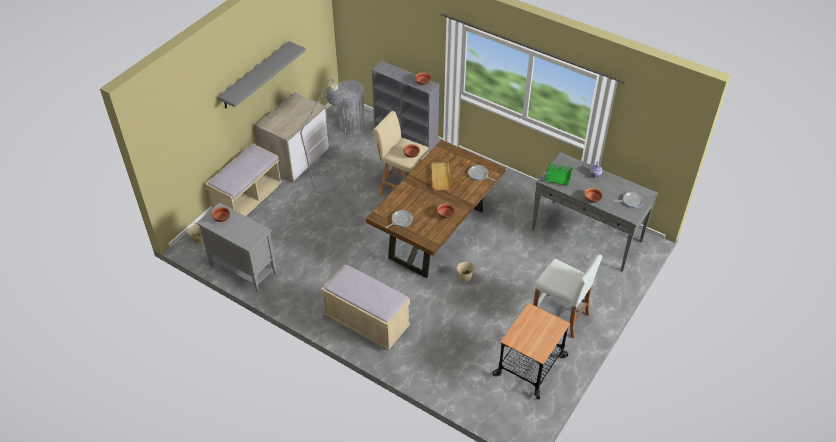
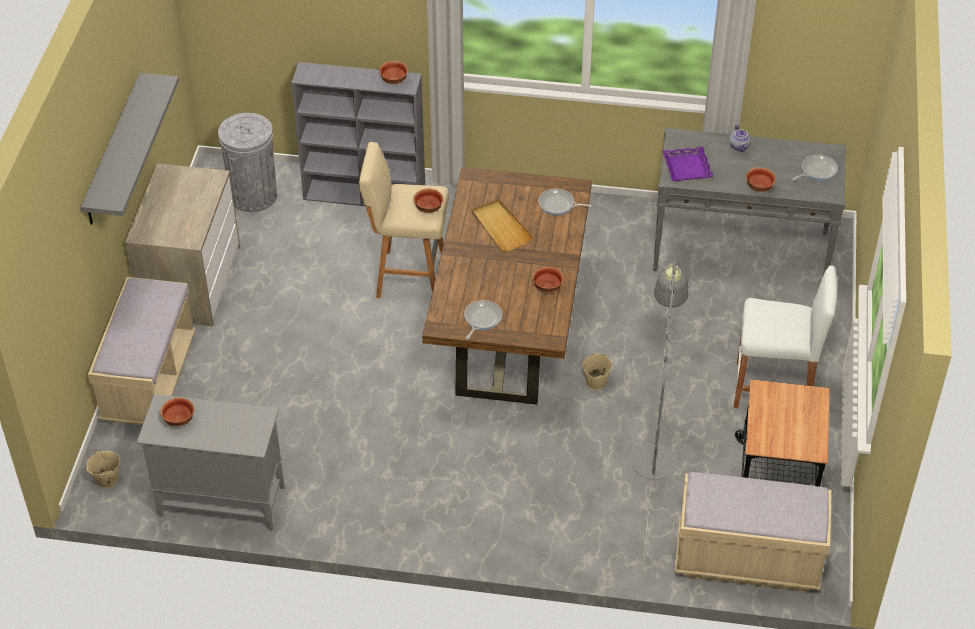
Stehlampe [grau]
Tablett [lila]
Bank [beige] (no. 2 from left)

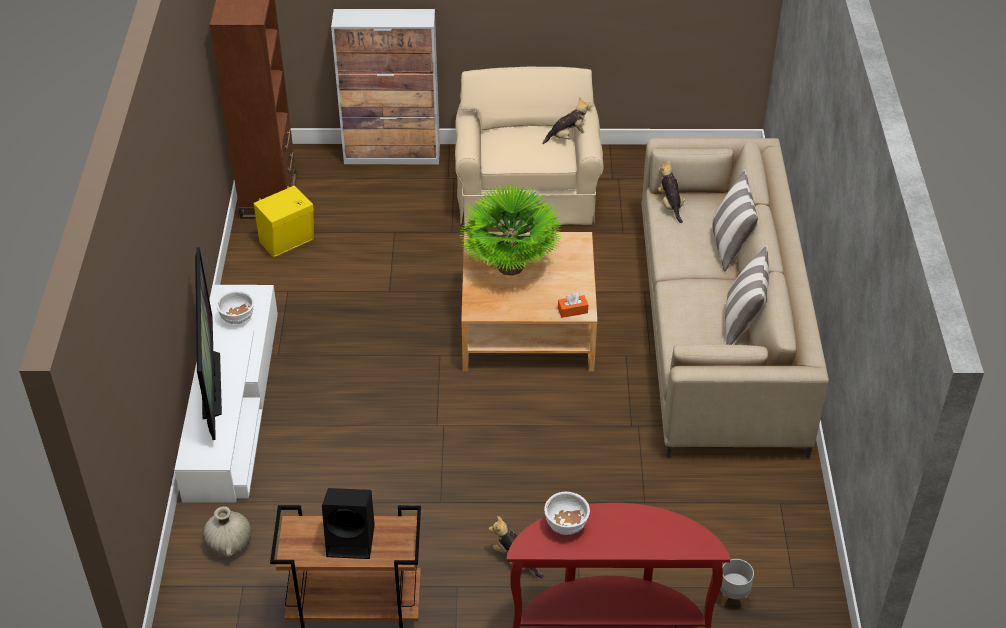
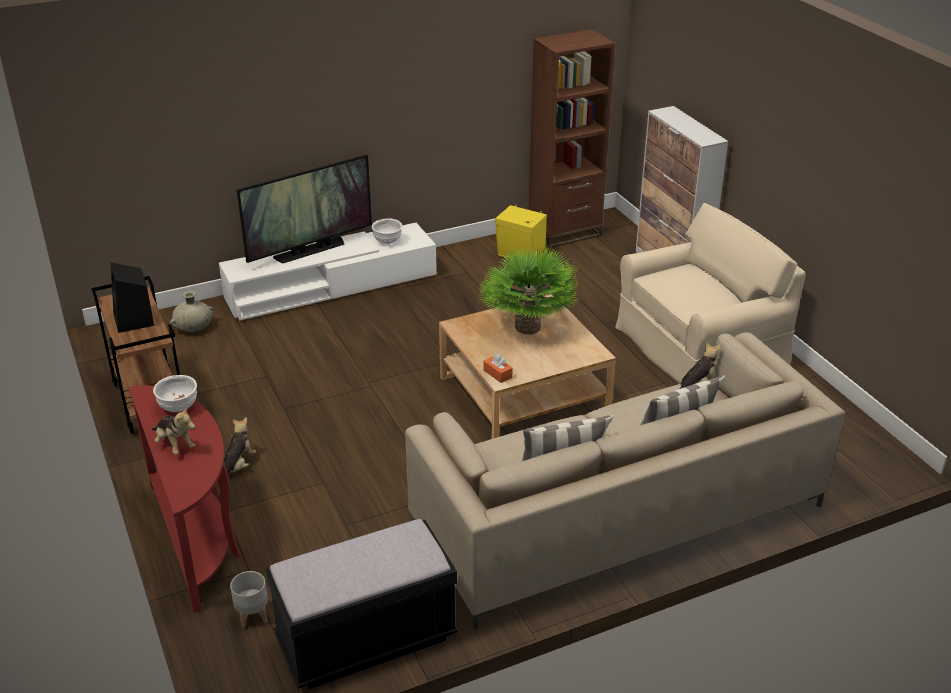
Plüschtier (no. 1 from left)
Bank [schwarz]

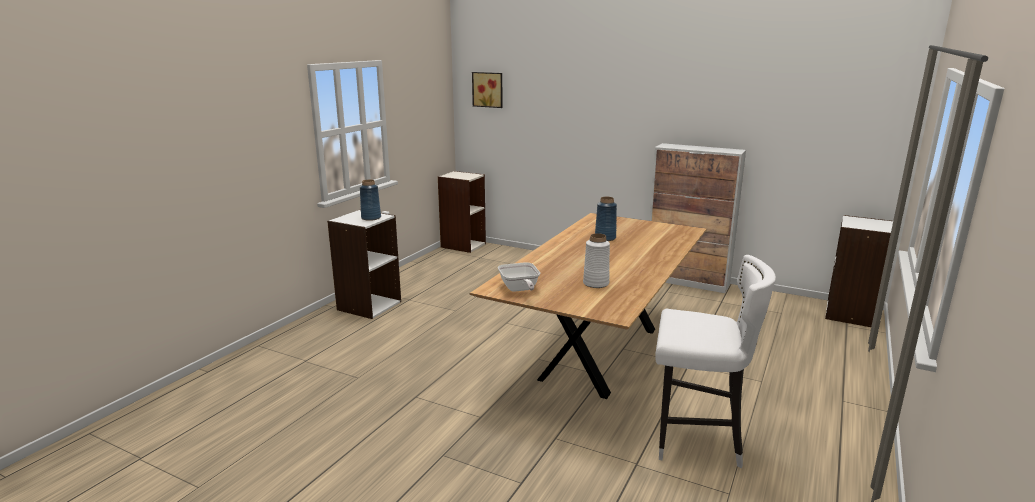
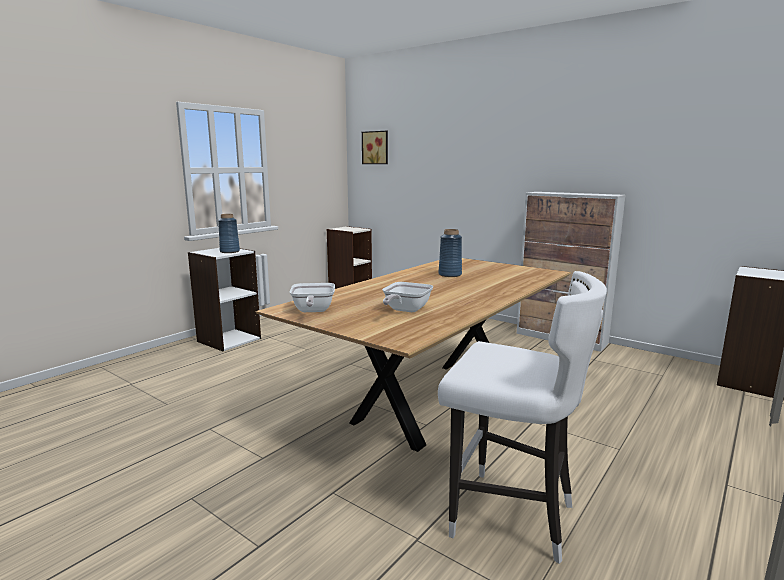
Pfanne (no. 2 from left)

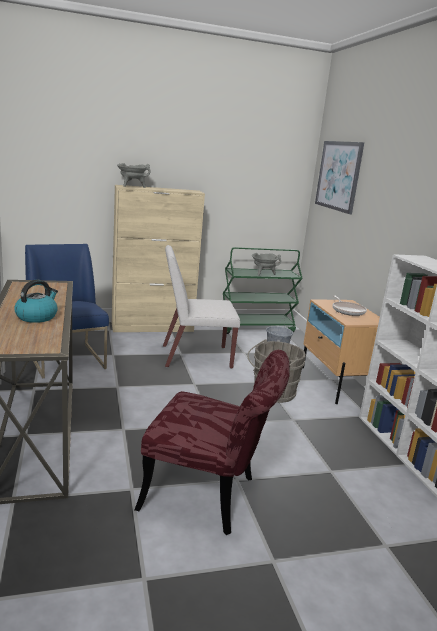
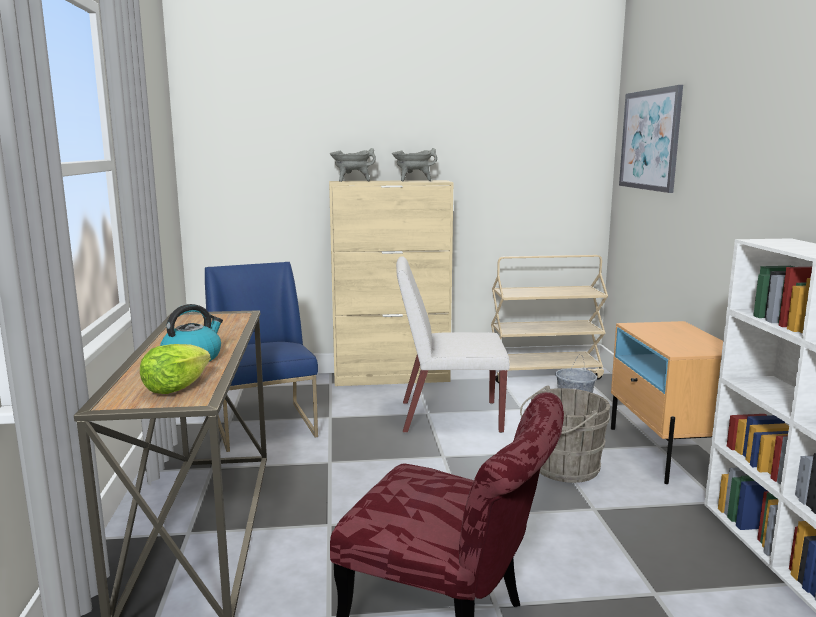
Salatkopf
Kochtopf [grau] (no. 2 from left)
Rollwagen [beige]
Pfanne

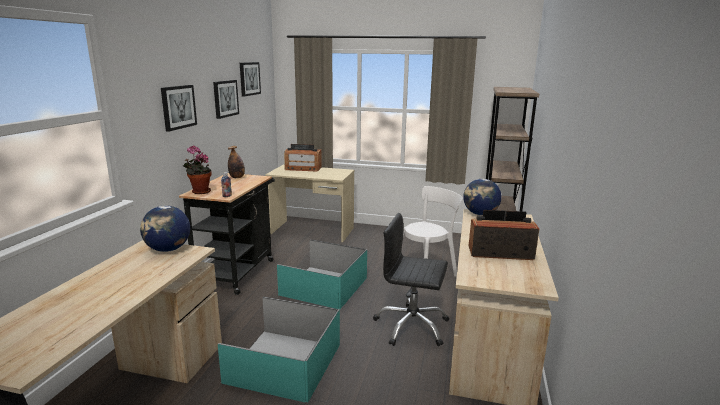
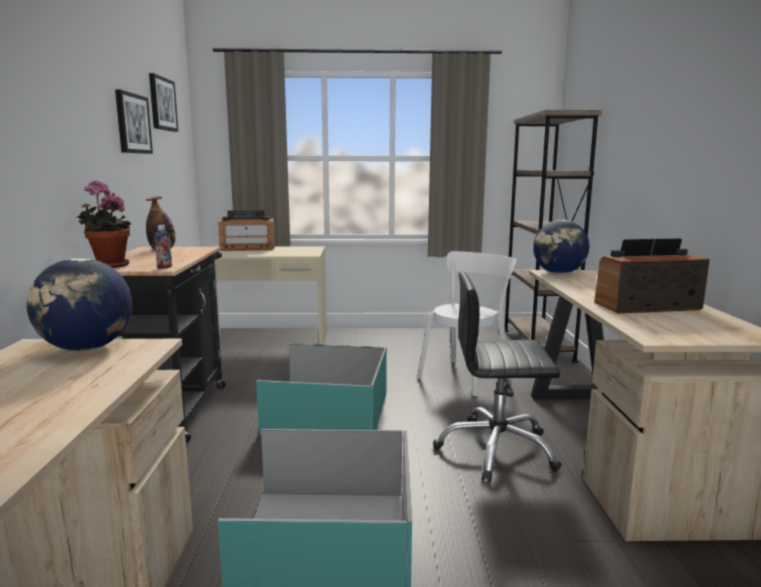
Bild (no. 1 from left in the first image)

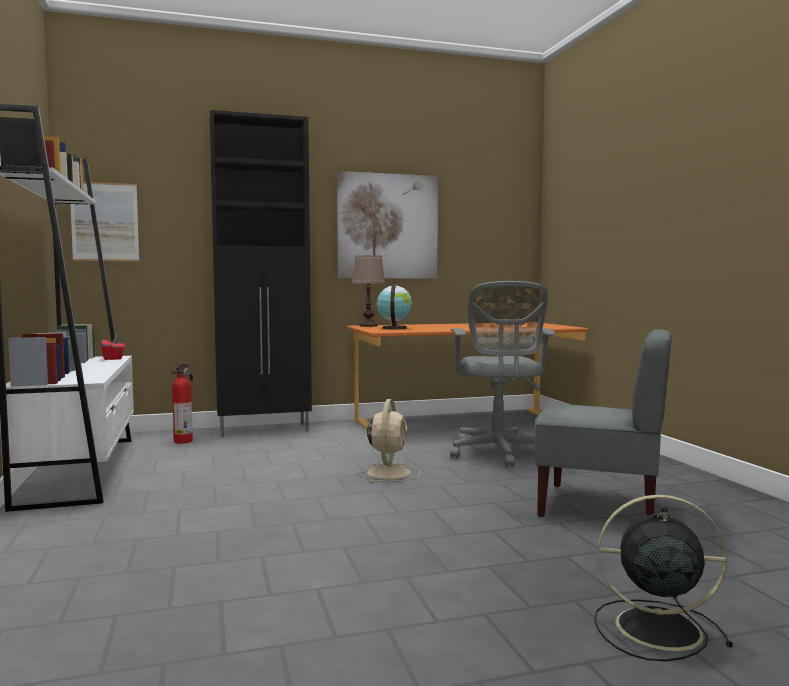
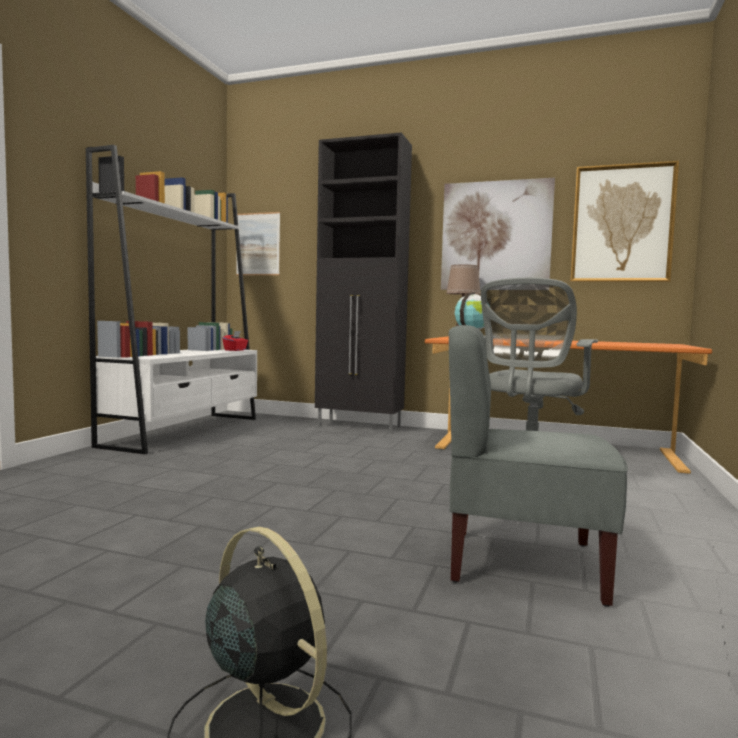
Stuhl [grau]
Bild (no. 3 from left)
Feuerlöscher
Ventilator [beige]

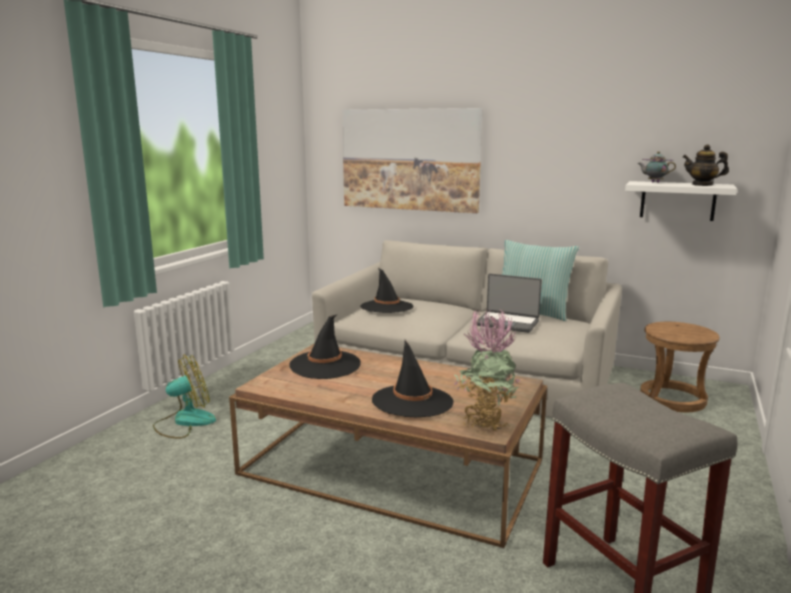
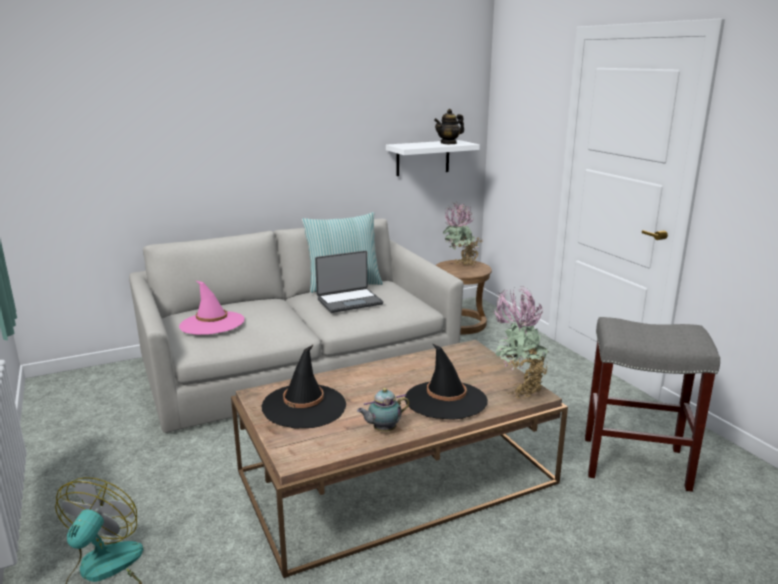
Hut [rosa]
Teekanne (no. 1 from left)
Topfpflanze (no. 1 from left)
Bild

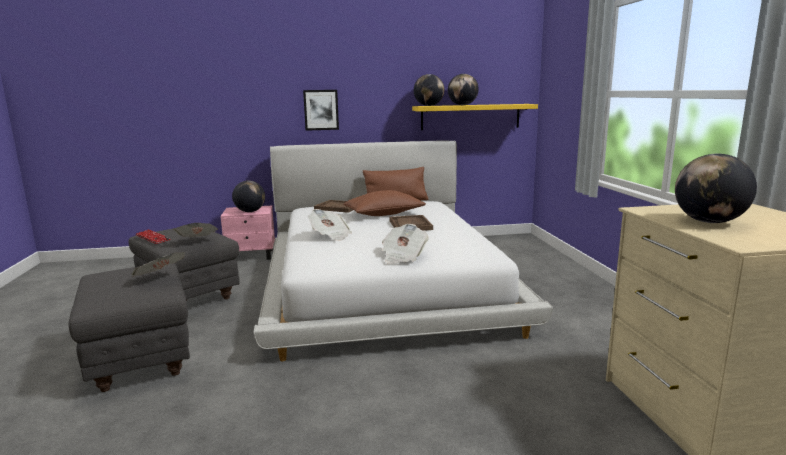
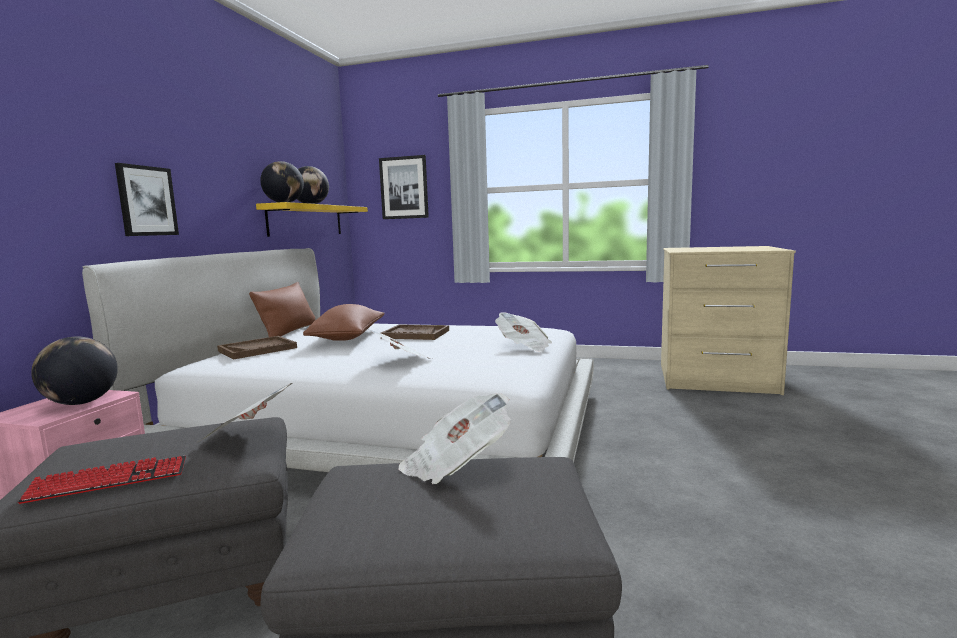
Bild (no. 2 from left)
Globus (no. 4 from left in the first image)

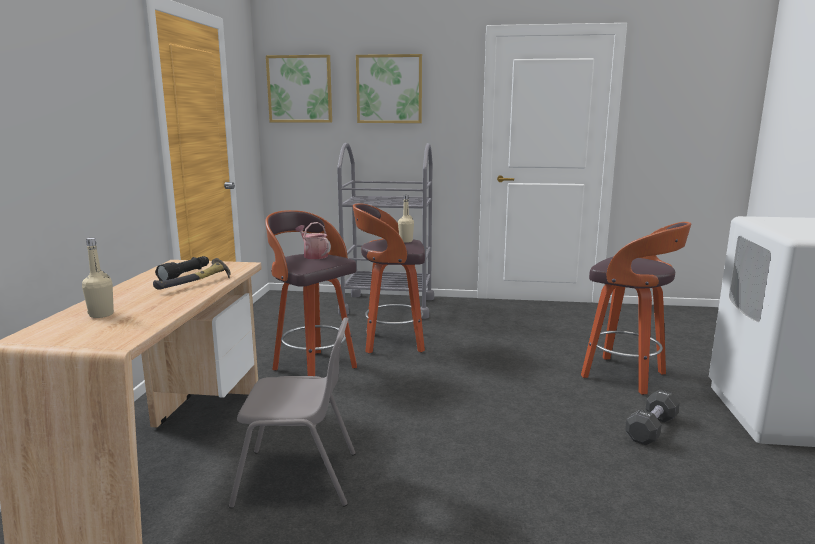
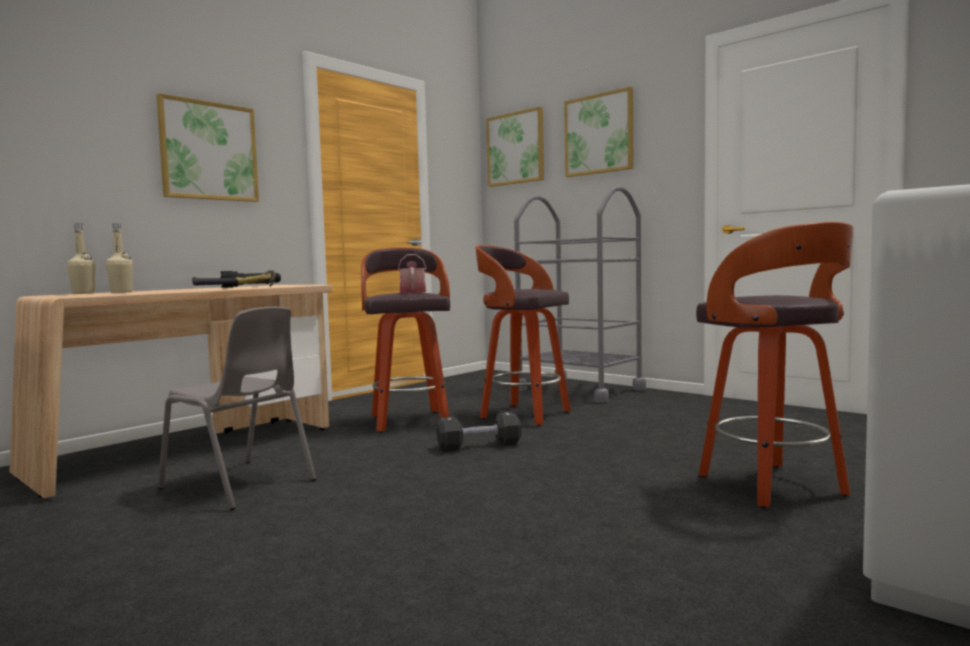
Flasche [beige] (no. 1 from left)
Bild (no. 1 from left)
Hantel [schwarz]

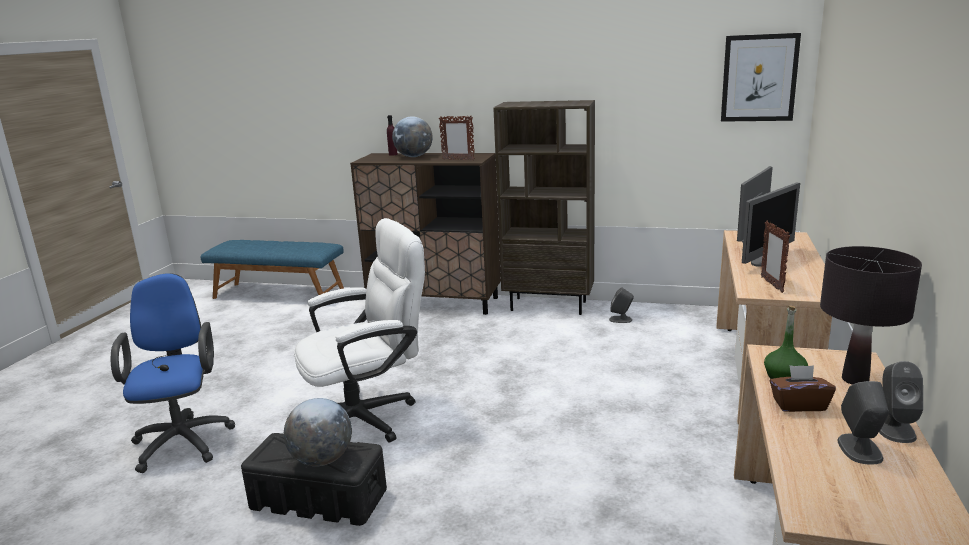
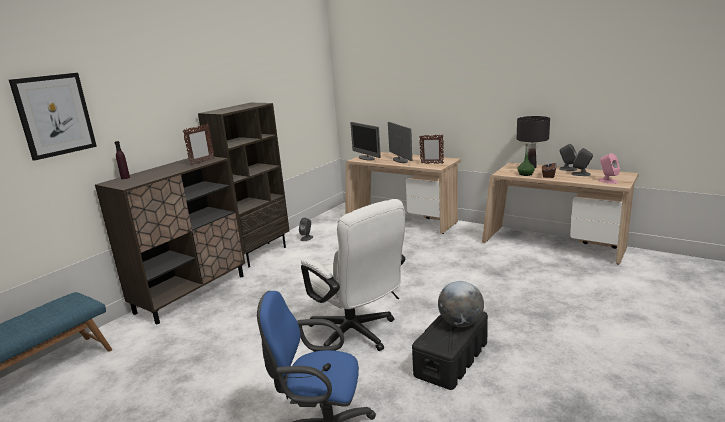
Bild
Bürostuhl [weiß]
Lautsprecher [rosa]
Globus (no. 2 from left in the first image)

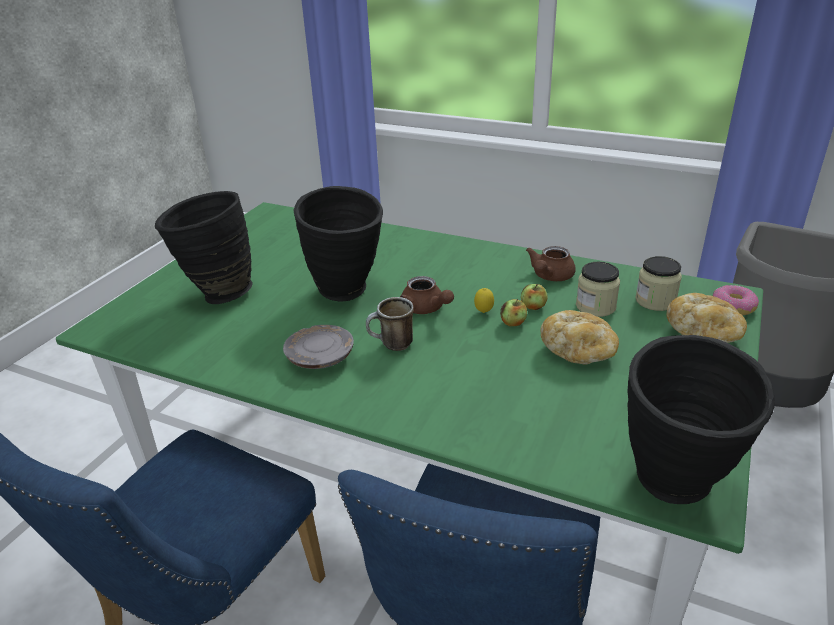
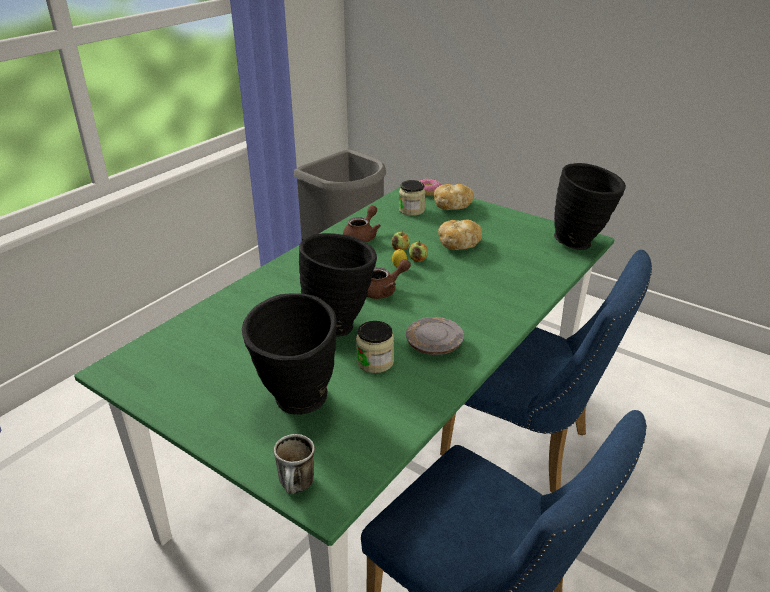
Henkelbecher
Teekanne [braun] (no. 1 from left)
Vorratsglas (no. 1 from left)

